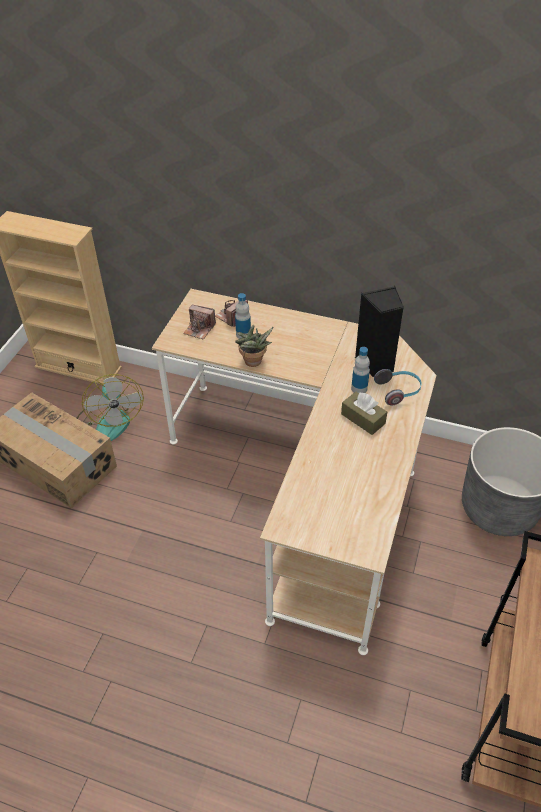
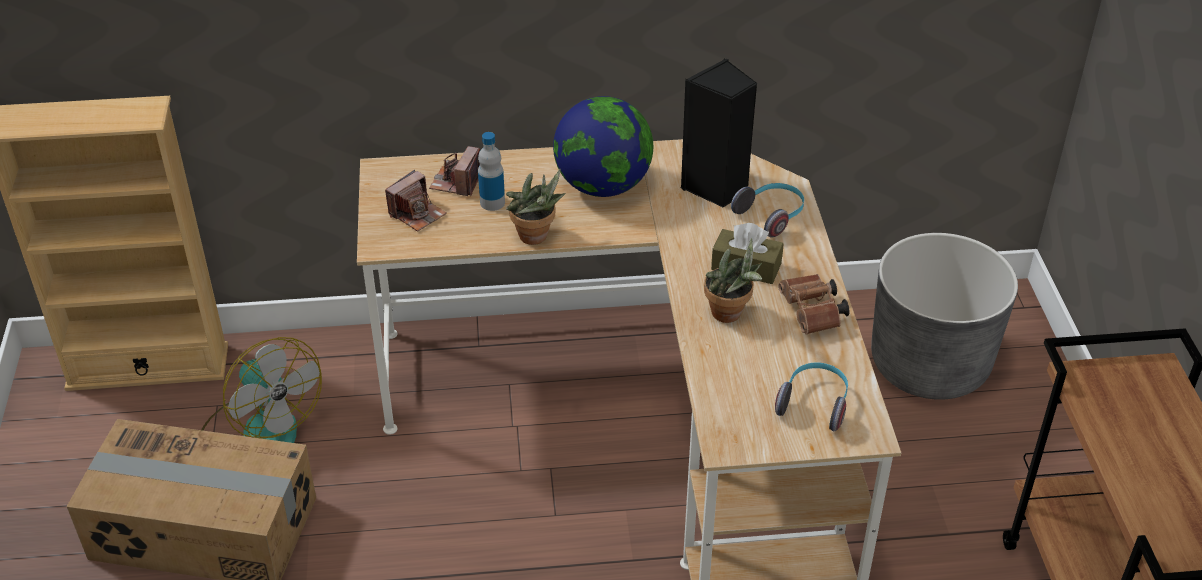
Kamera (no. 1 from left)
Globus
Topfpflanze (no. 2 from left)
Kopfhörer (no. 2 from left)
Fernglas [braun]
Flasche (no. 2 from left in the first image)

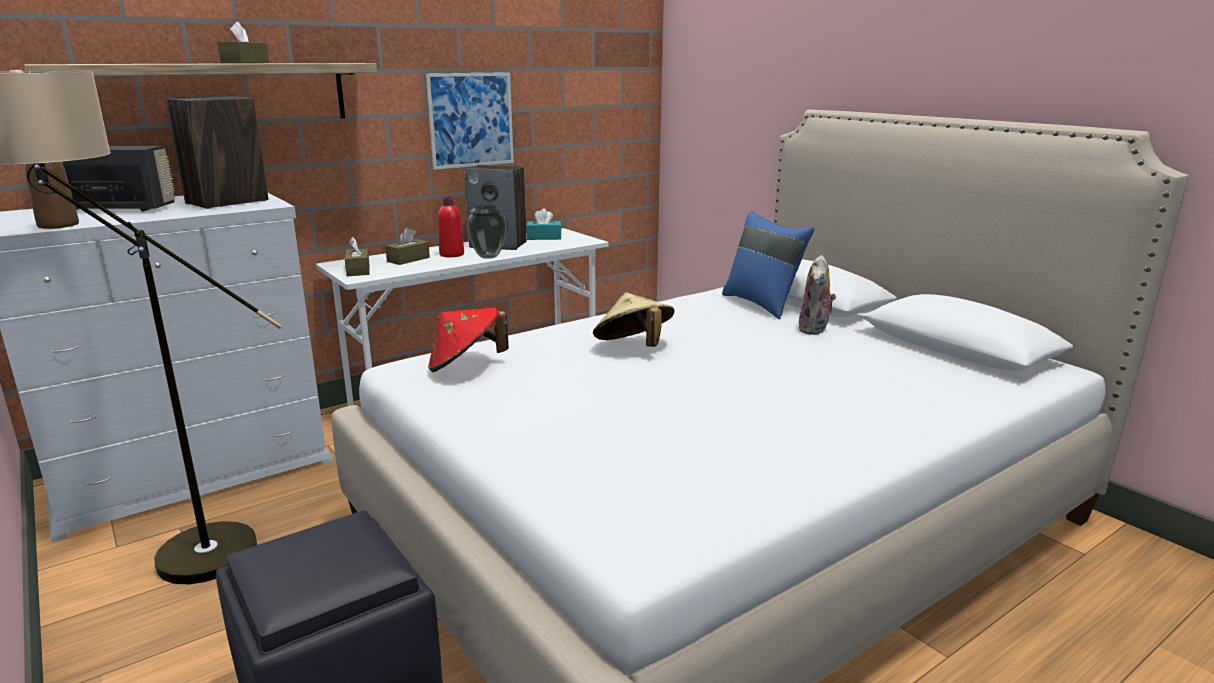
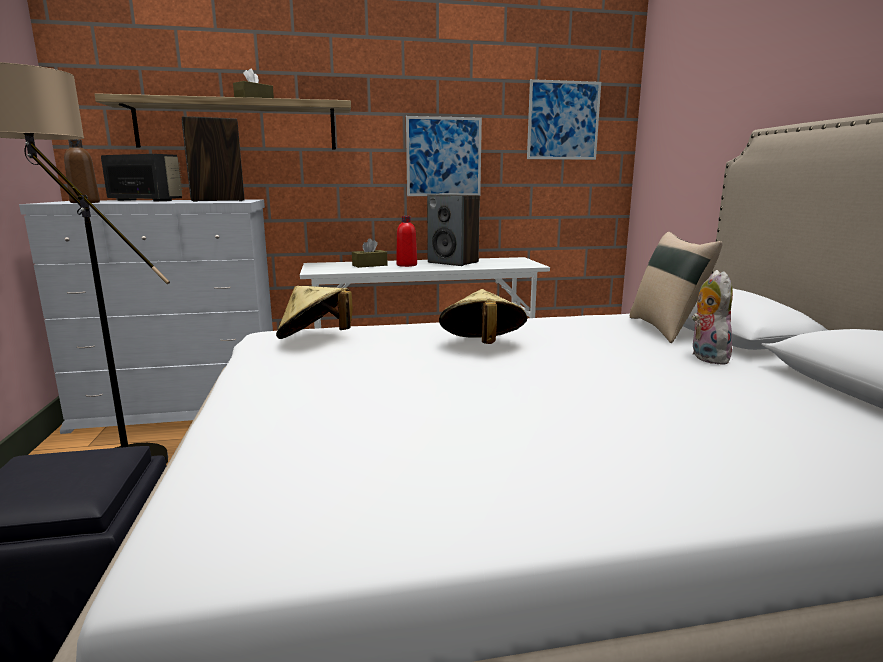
Hut [beige] (no. 1 from left)
Bild (no. 2 from left)
Kissen [beige]
Plüschtier
Taschentuchbox [braun] (no. 2 from left in the first image)
Vase
Taschentuchbox [türkis]

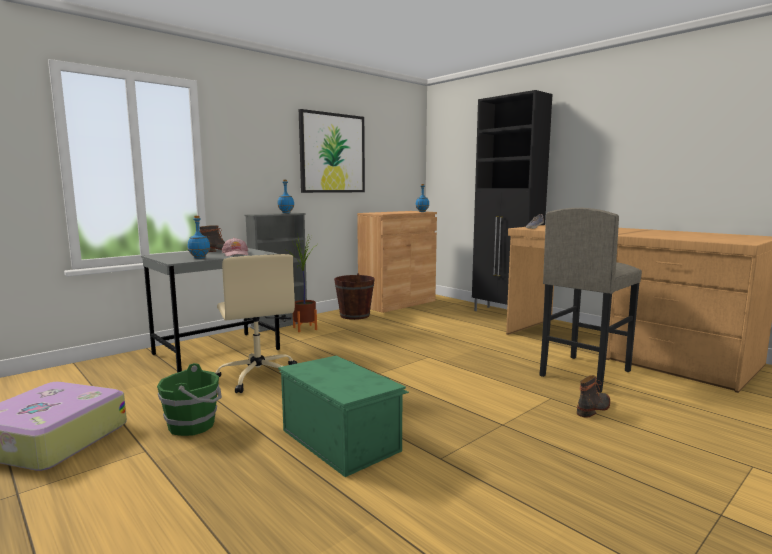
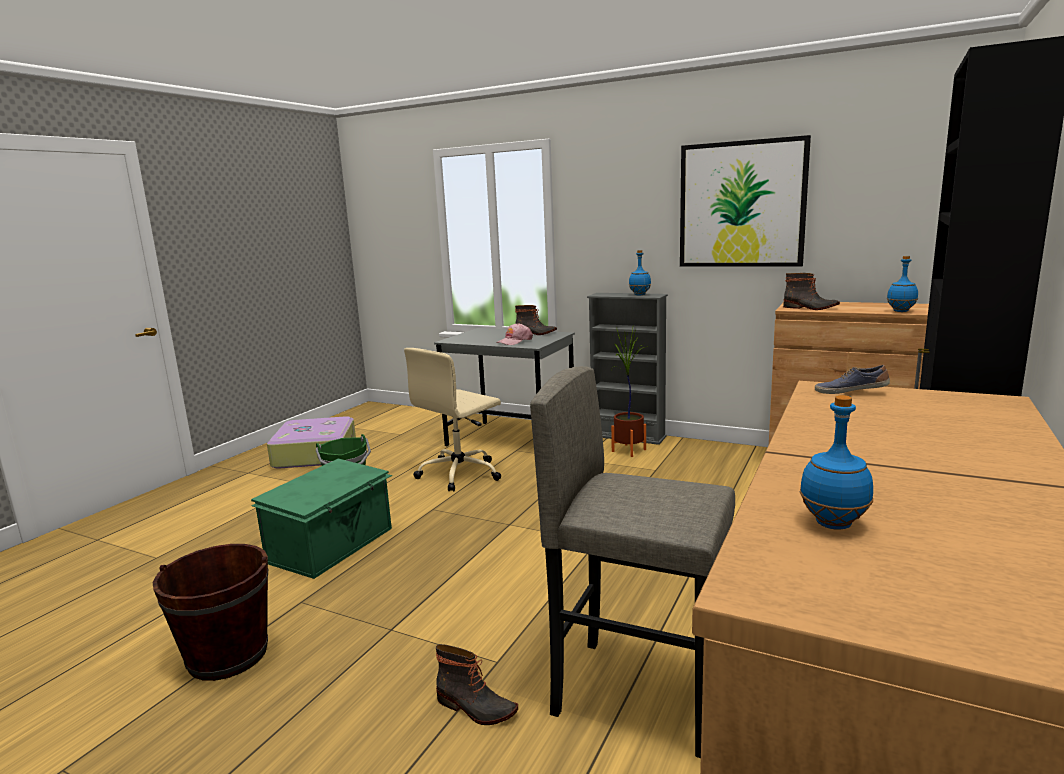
Eimer [braun]
Stiefel (no. 3 from left)
Flasche [blau] (no. 2 from left)

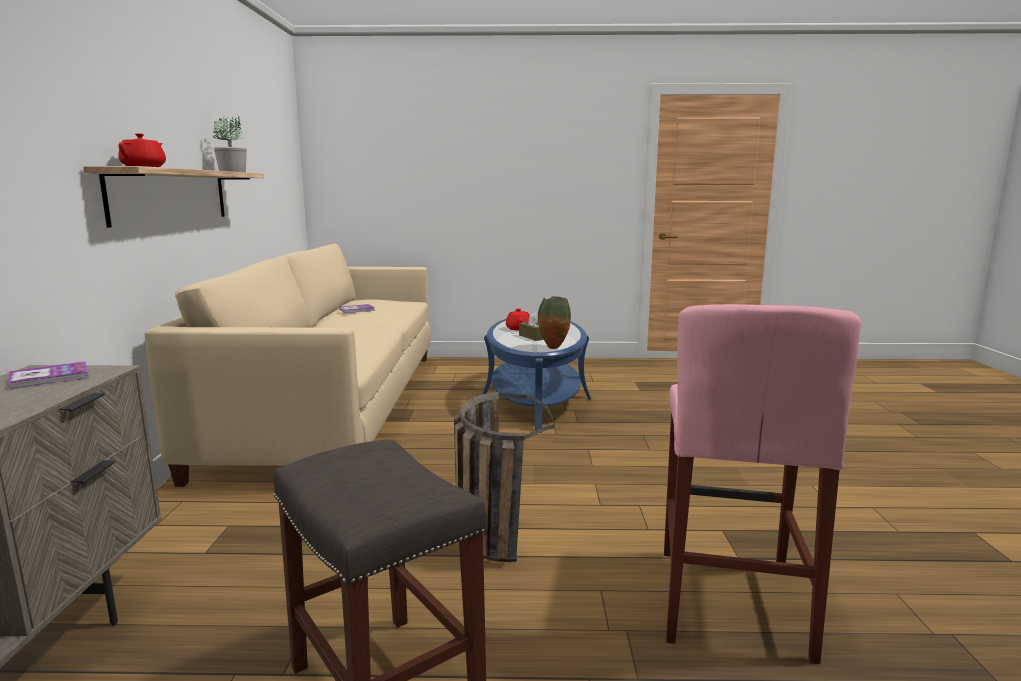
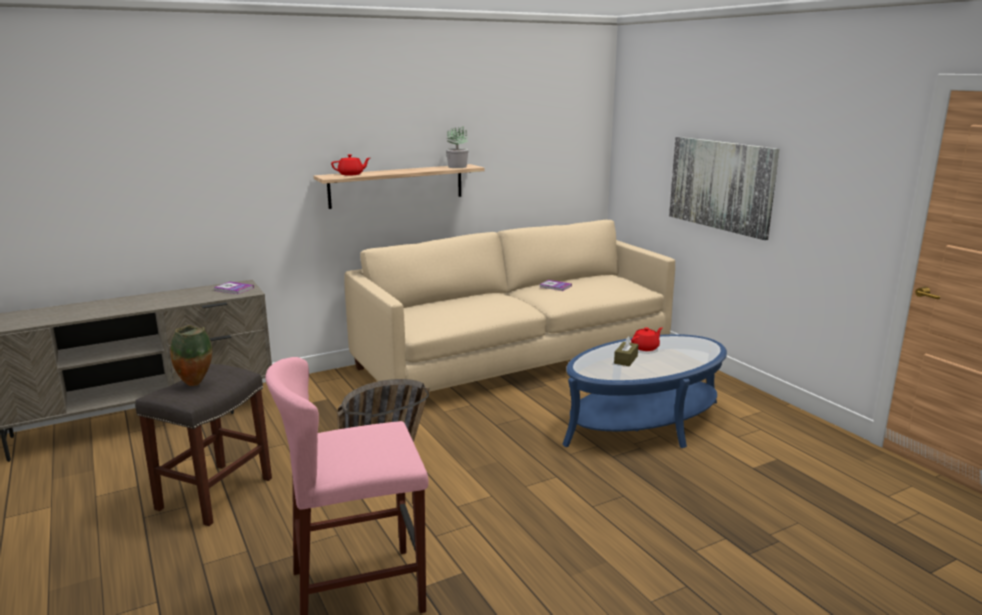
Vase
Bild

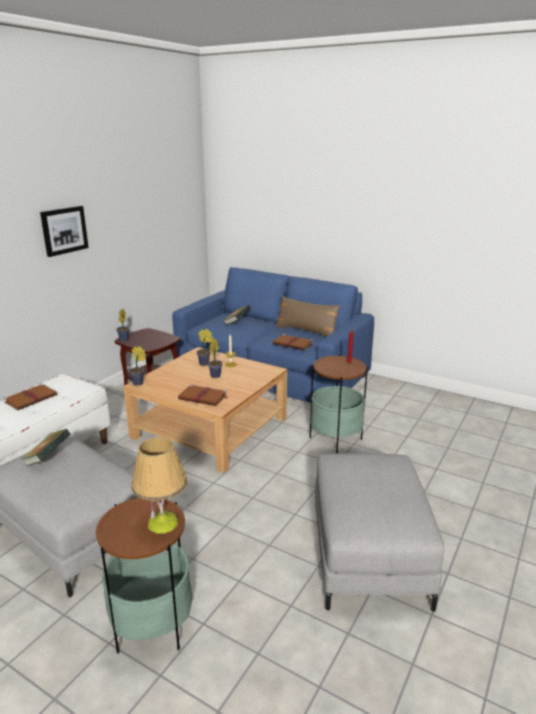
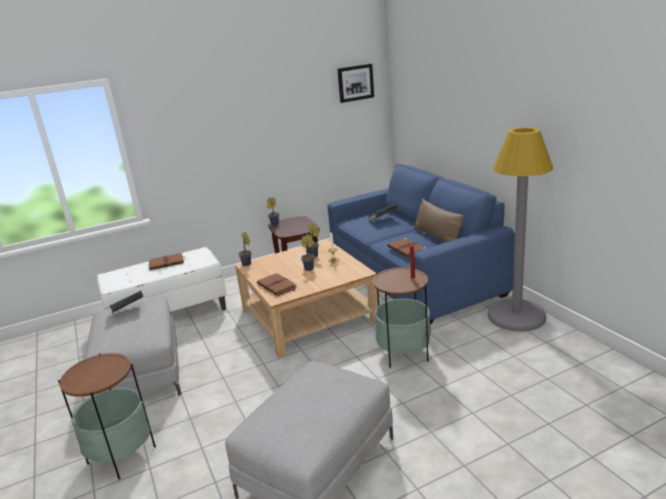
Bild
Stehlampe [grau]
Tischlampe

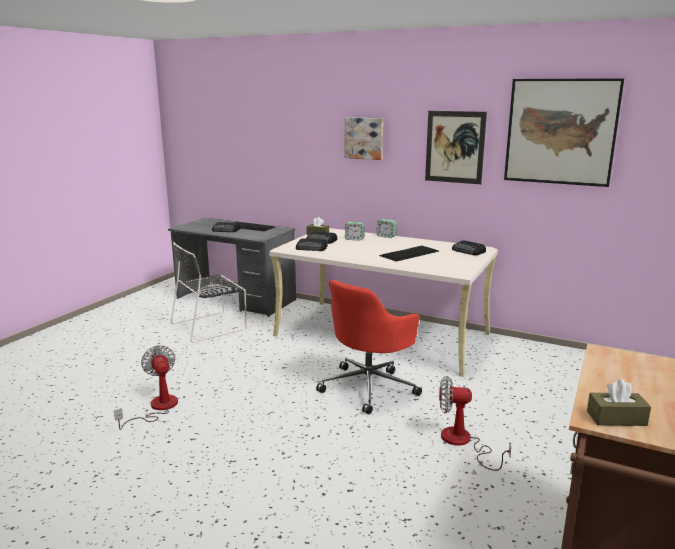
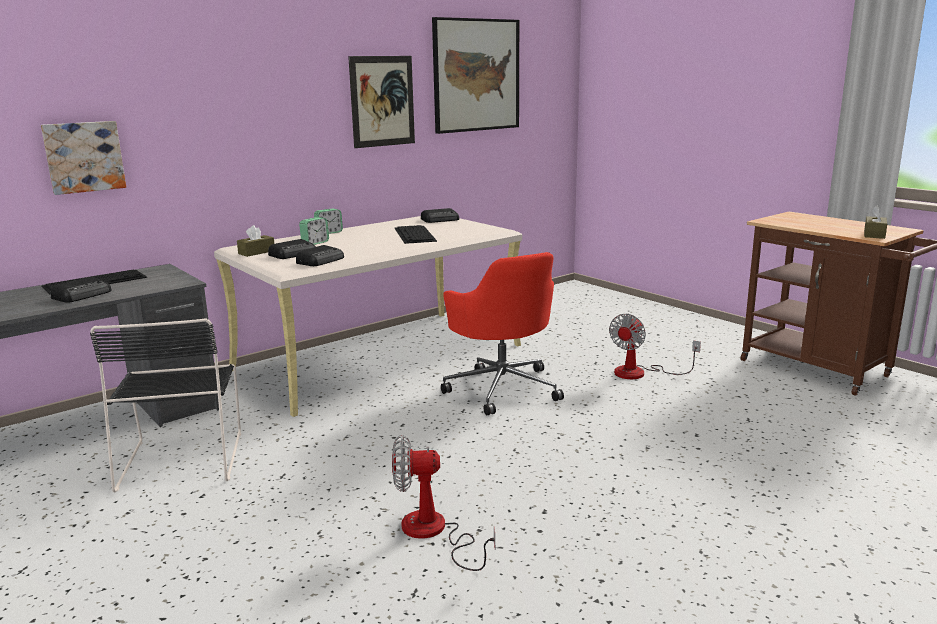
Bild (no. 1 from left)

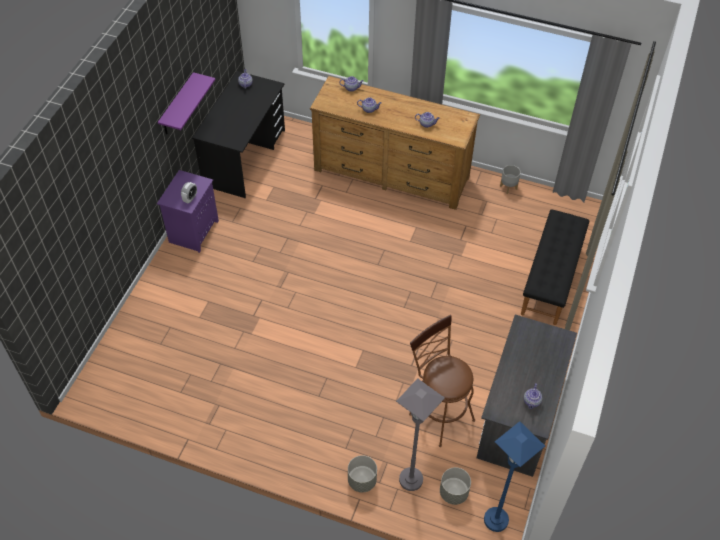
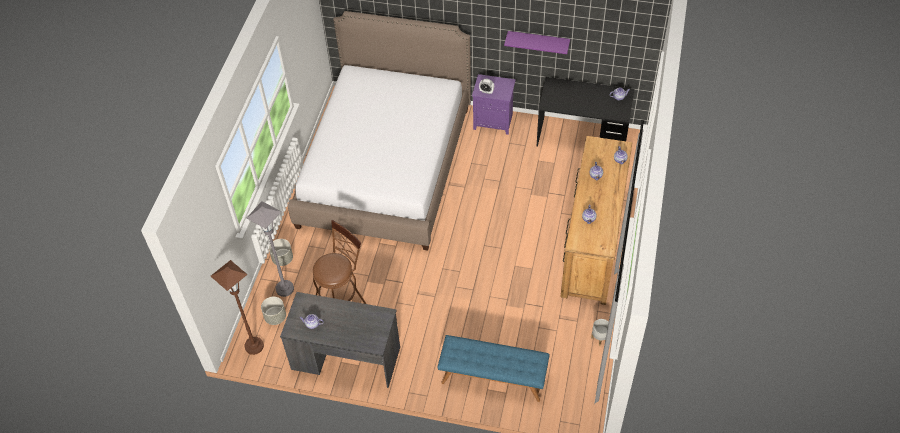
Stehlampe [braun]
Bett
Bank [blau]

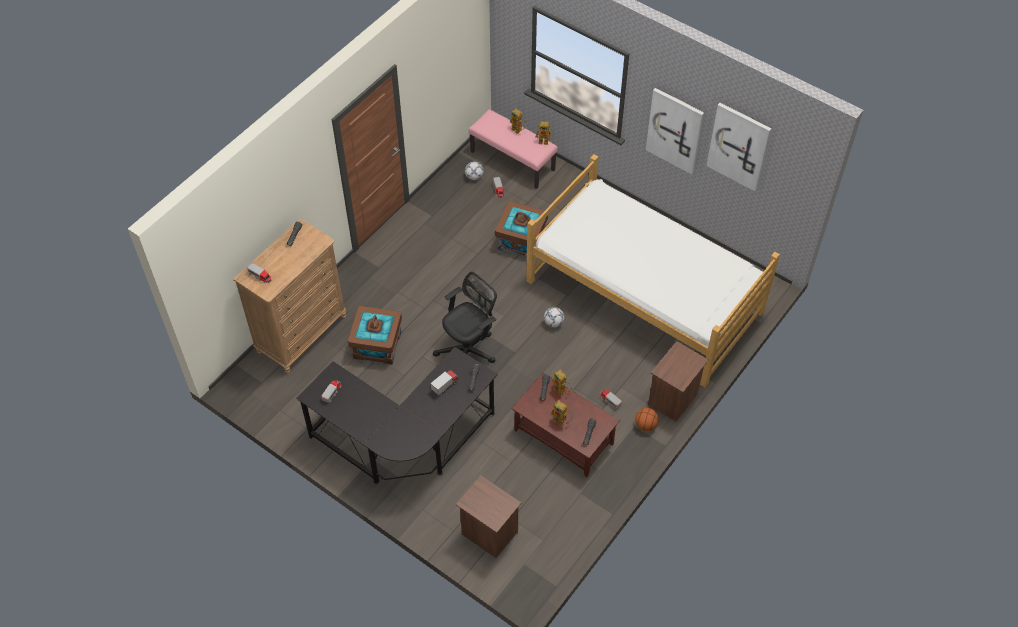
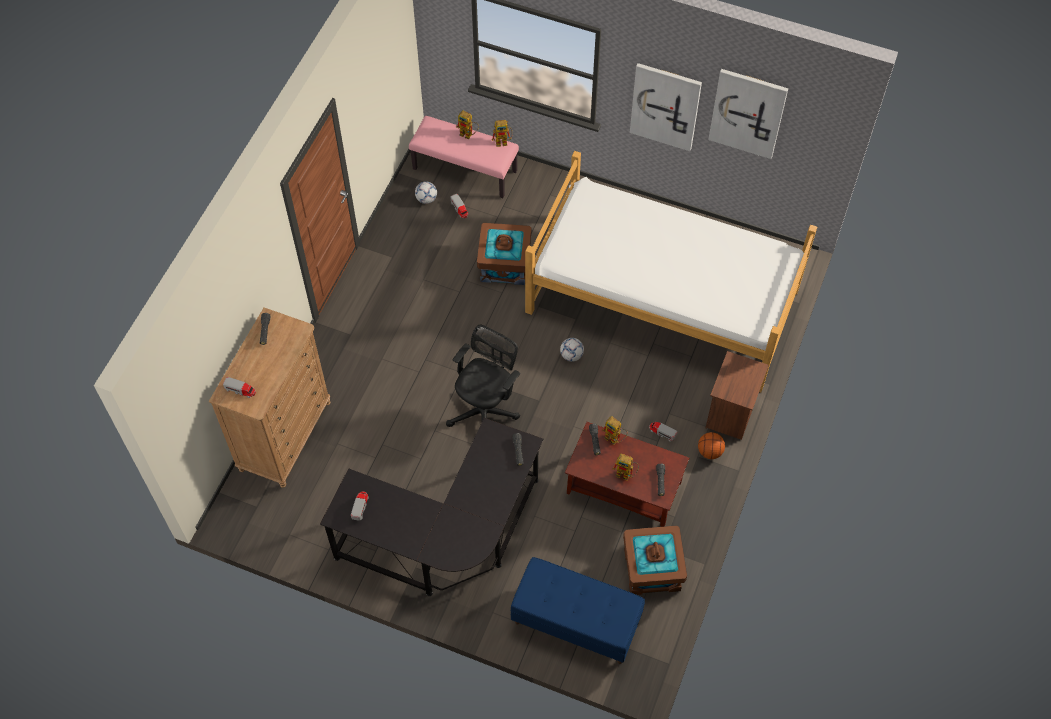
Bank [blau]
Aufbewahrungsbox [braun] (no. 2 from left)
Spielzeuglaster (no. 3 from left in the first image)

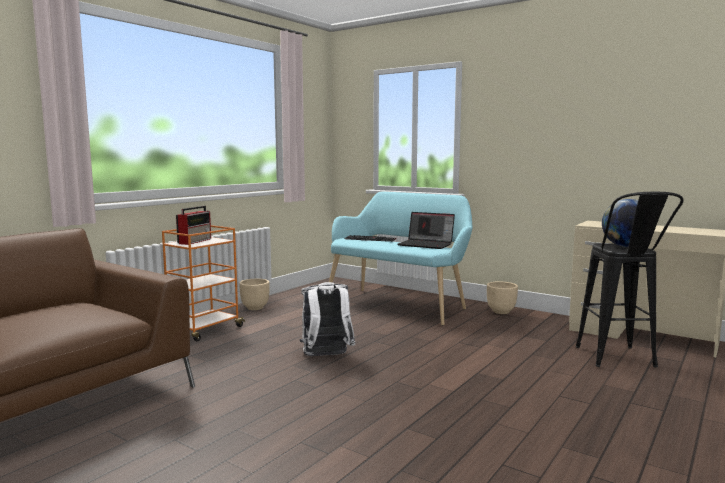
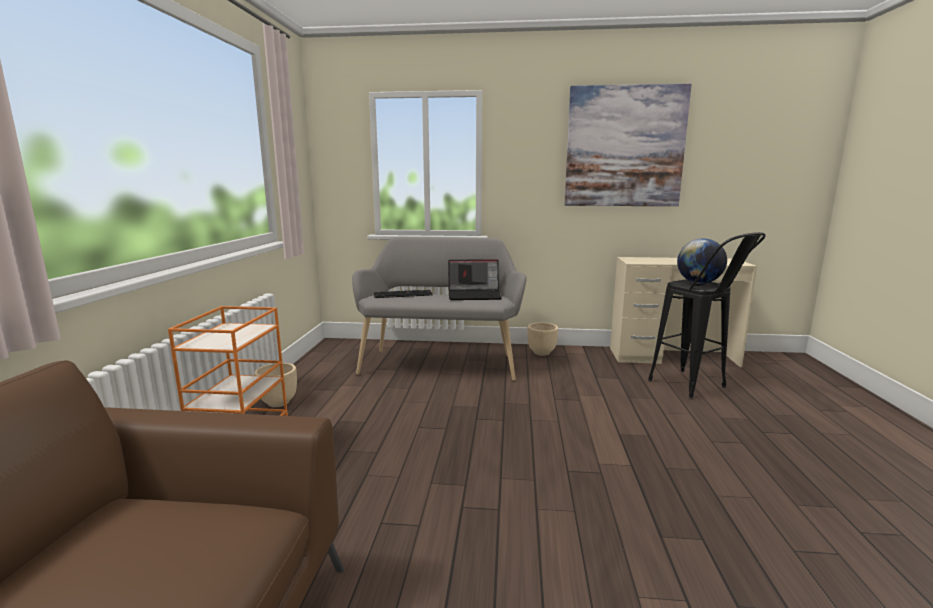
Bank [grau]
Bild
Radio
Rucksack [weiß]

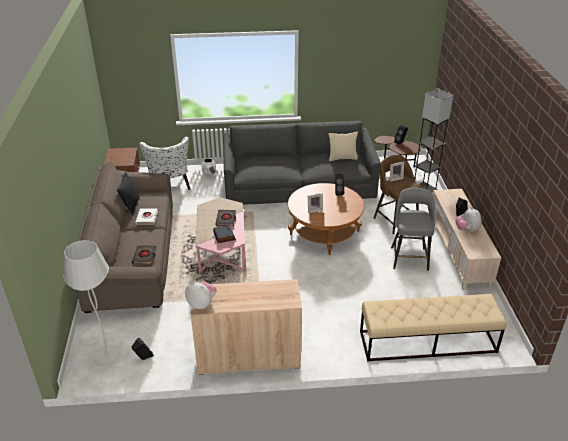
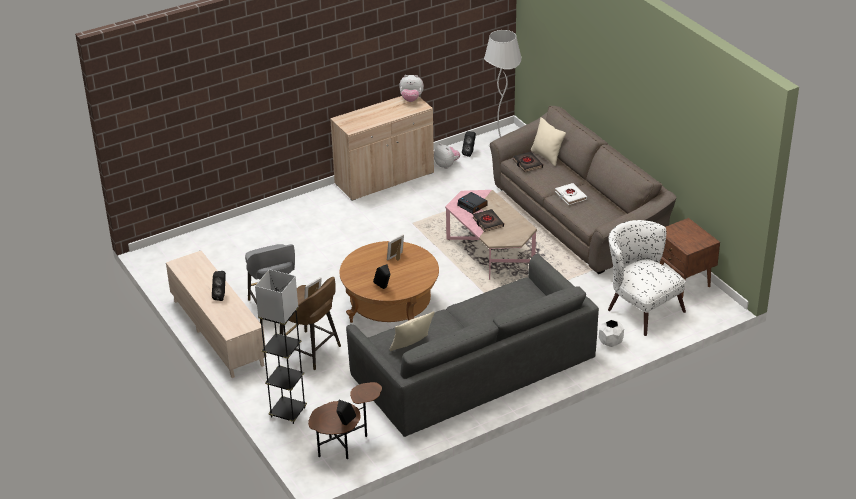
Plüschtier (no. 2 from left)
Kissen [beige] (no. 2 from left)
Kissen [schwarz]
Bank [beige]

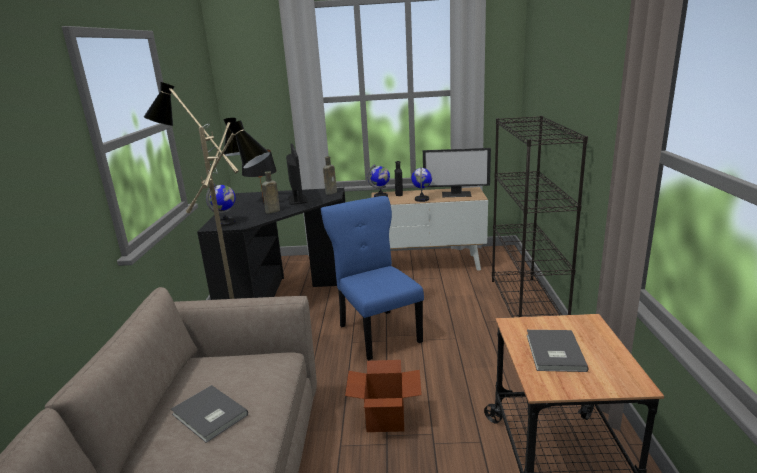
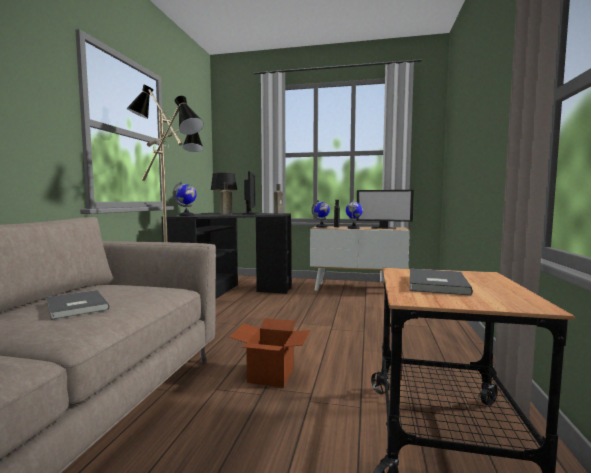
Stuhl [blau]
Bücherregal [schwarz]

